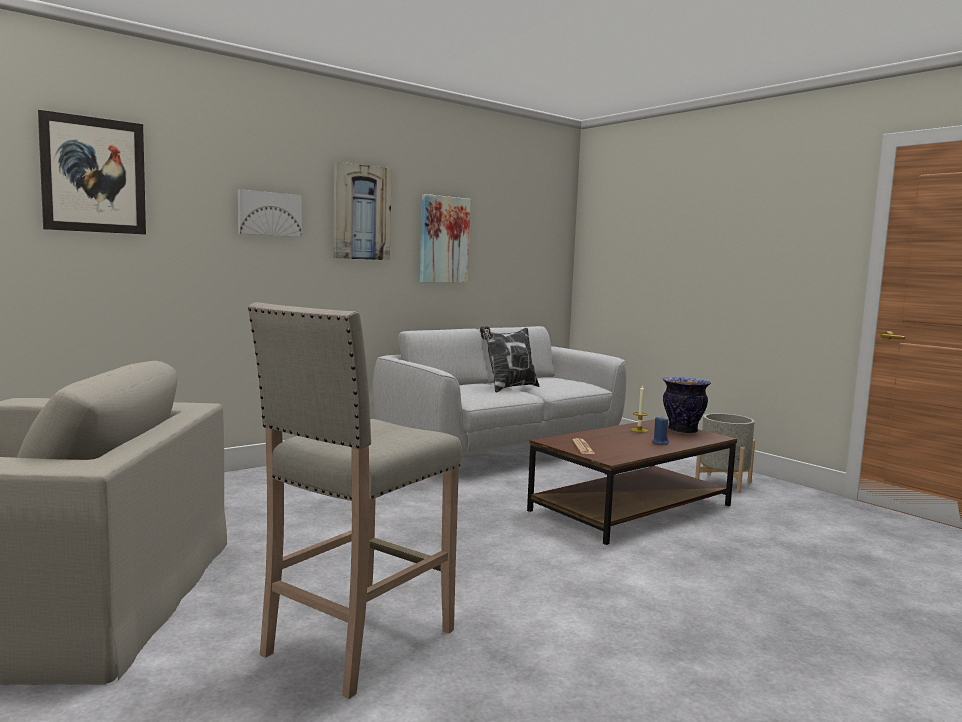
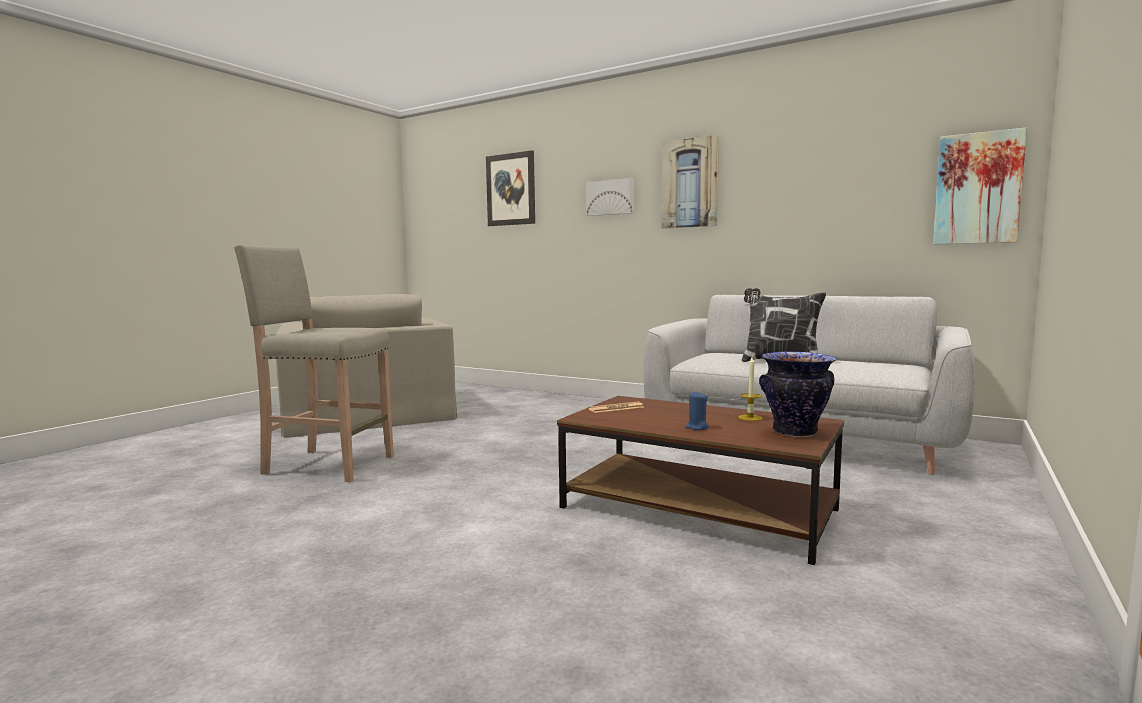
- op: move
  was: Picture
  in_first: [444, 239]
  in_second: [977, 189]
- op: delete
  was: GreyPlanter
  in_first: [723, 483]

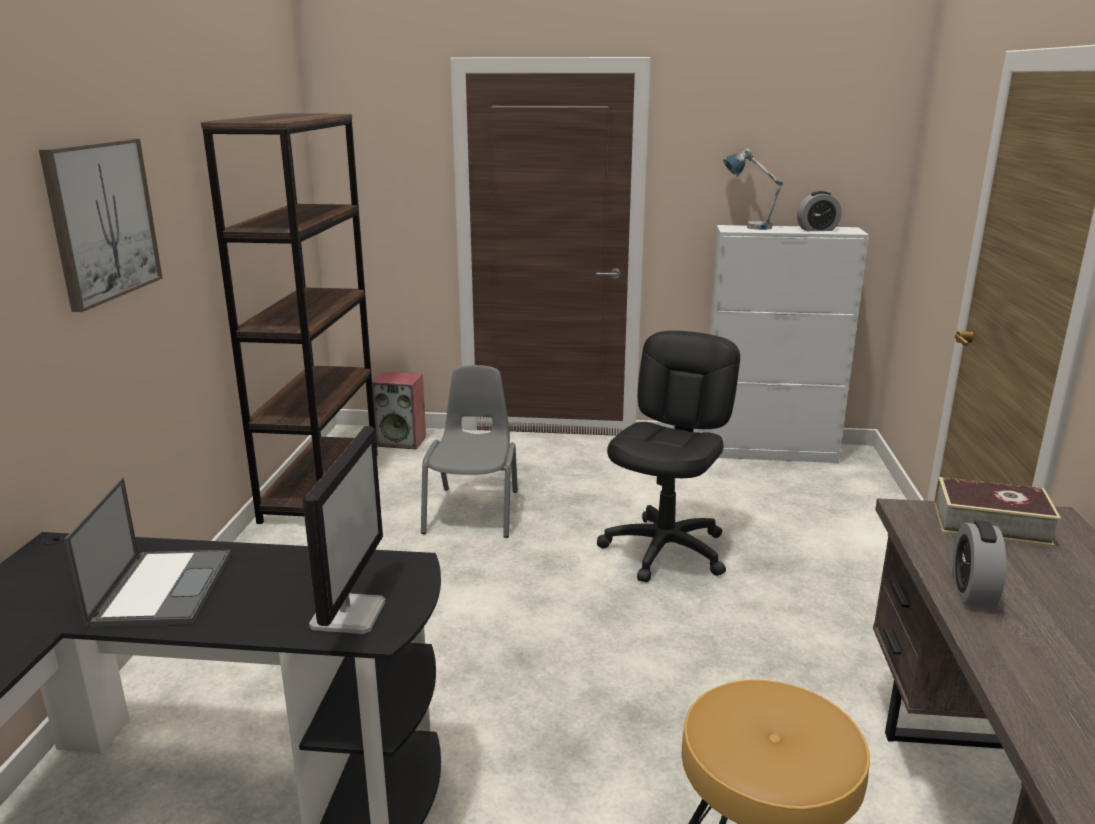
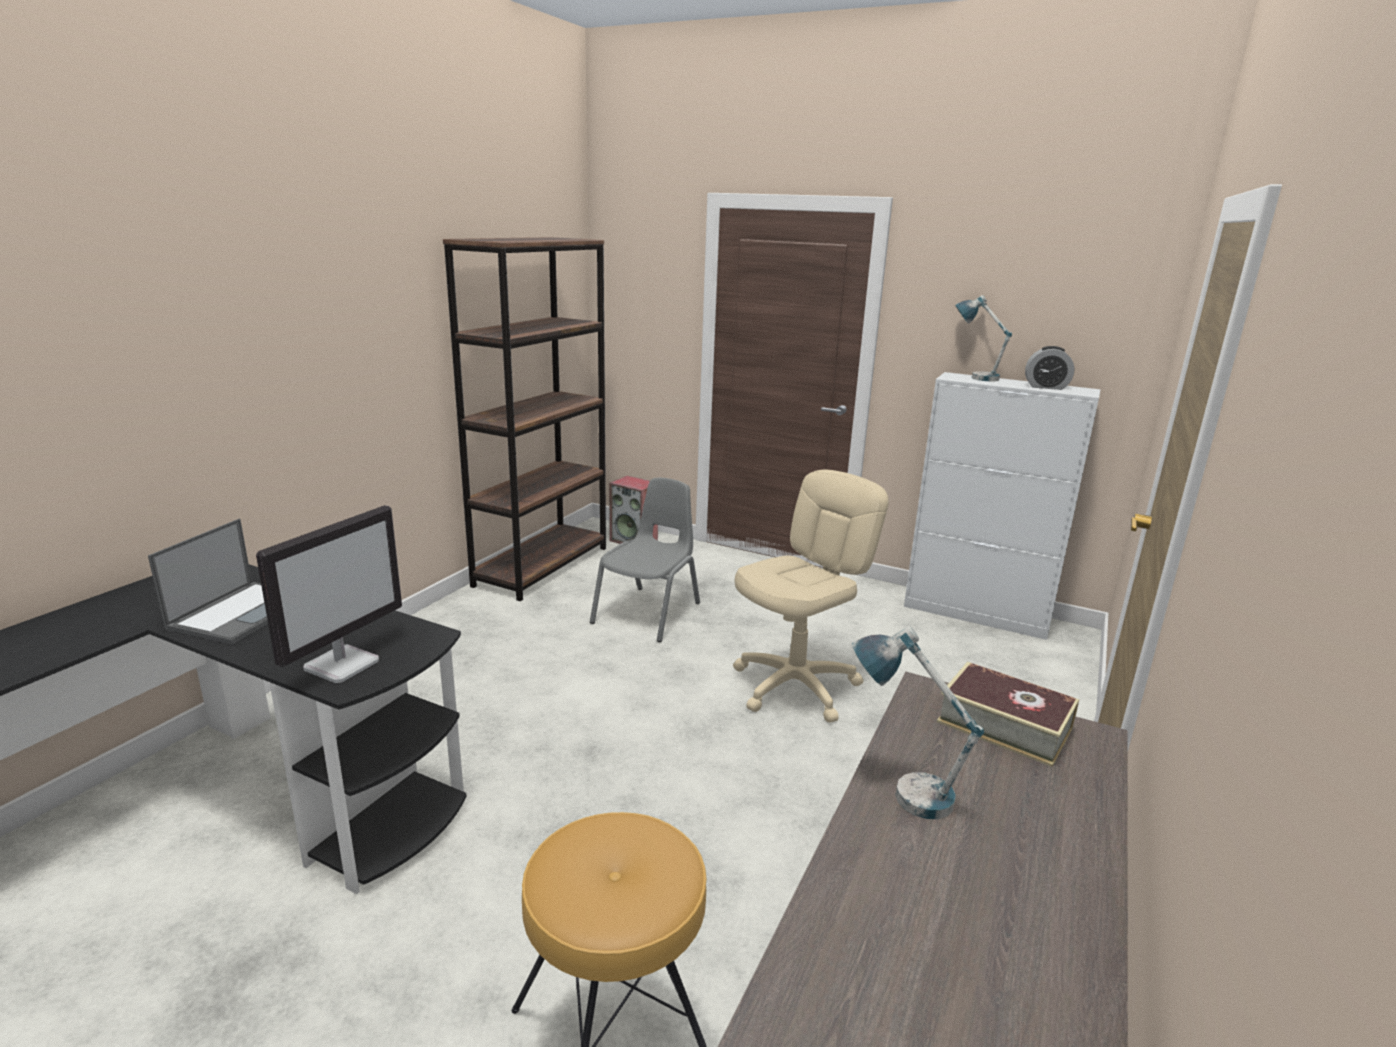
- op: recolor
  was: BlackOfficeChair
  now: BeigeOfficeChair
  in_first: [665, 550]
  in_second: [796, 686]
- op: replace
  was: AlarmClock
  now: TableLamp
  in_first: [972, 592]
  in_second: [900, 788]
- op: delete
  was: Picture
  in_first: [102, 221]

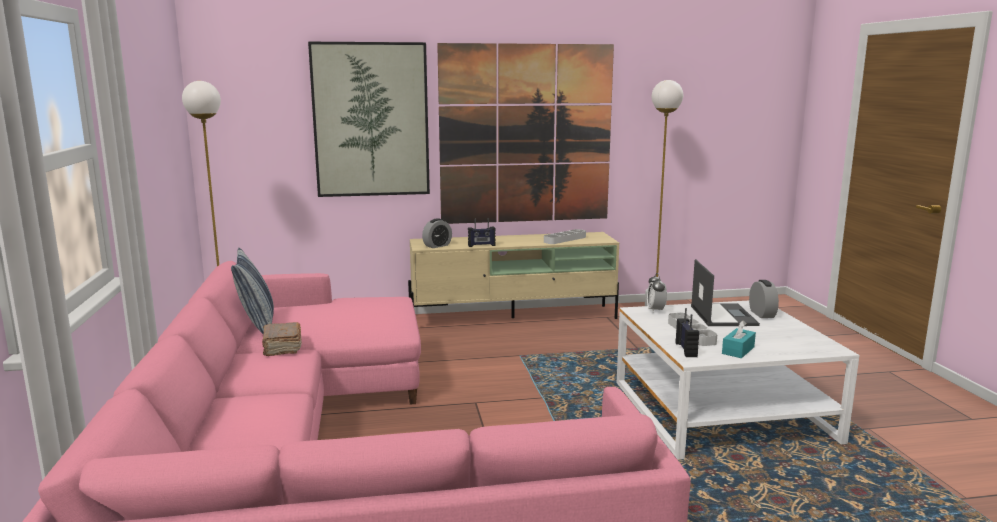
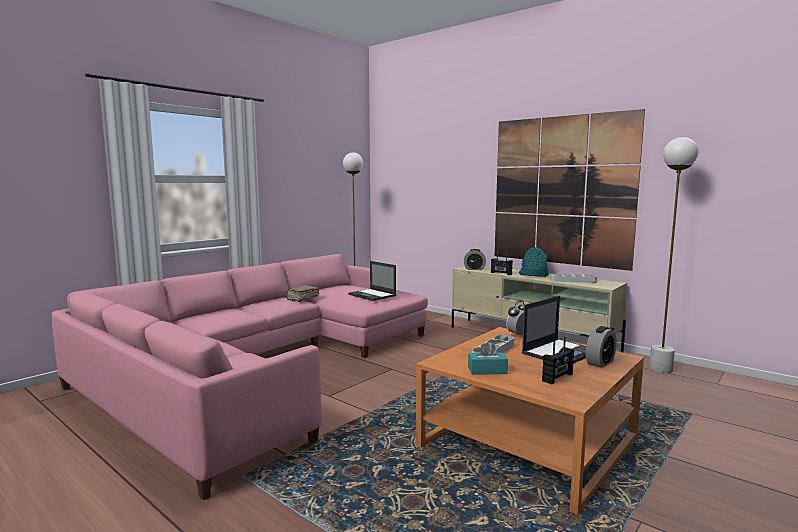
- op: insert
  now: Laptop
  in_second: [372, 295]
- op: recolor
  was: WhiteCoffeeTable
  now: OrangeCoffeeTable
  in_first: [721, 411]
  in_second: [528, 441]
- op: insert
  now: TurquoiseHat
  in_second: [533, 275]
- op: move
  was: Radio
  in_first: [686, 350]
  in_second: [558, 378]
- op: delete
  was: Pillow
  in_first: [257, 325]
- op: delete
  was: Picture
  in_first: [371, 120]

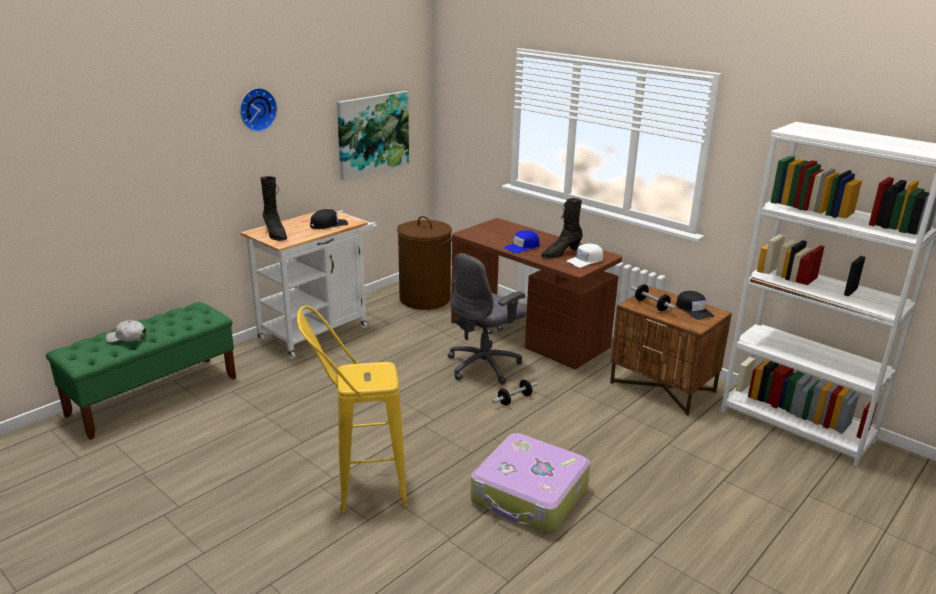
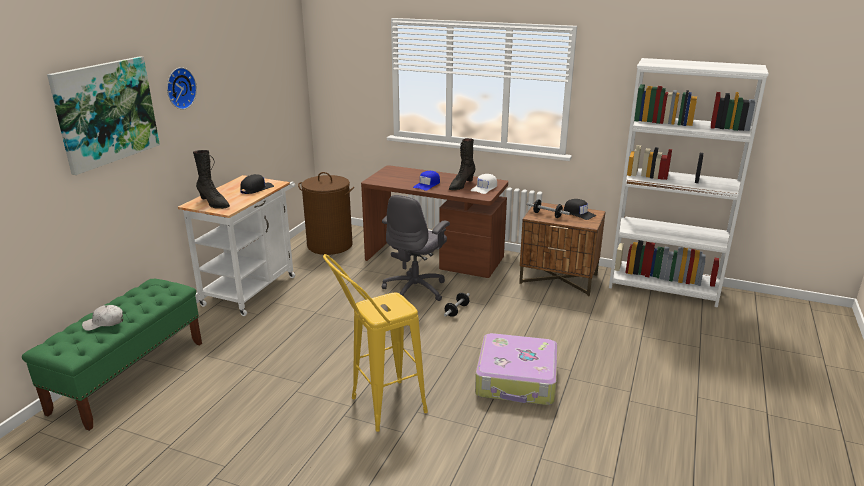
- op: move
  was: Picture
  in_first: [373, 134]
  in_second: [106, 113]

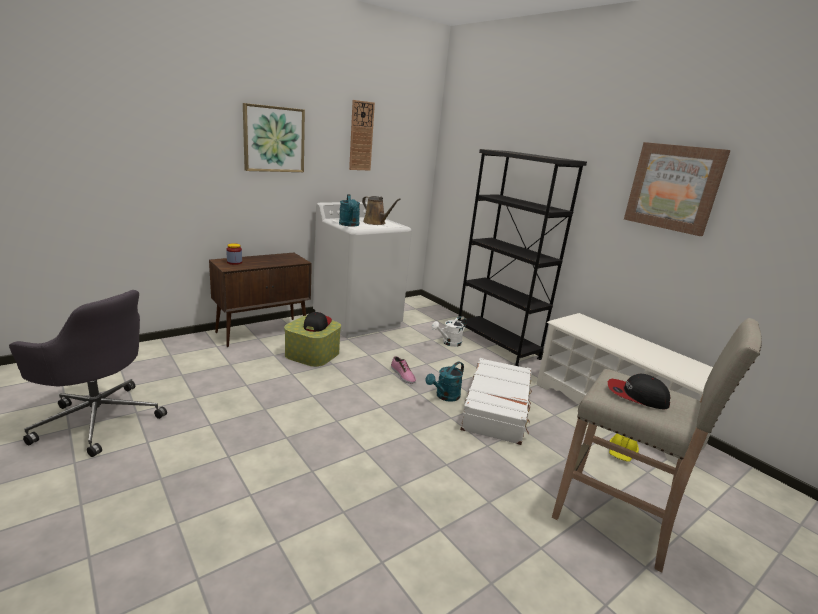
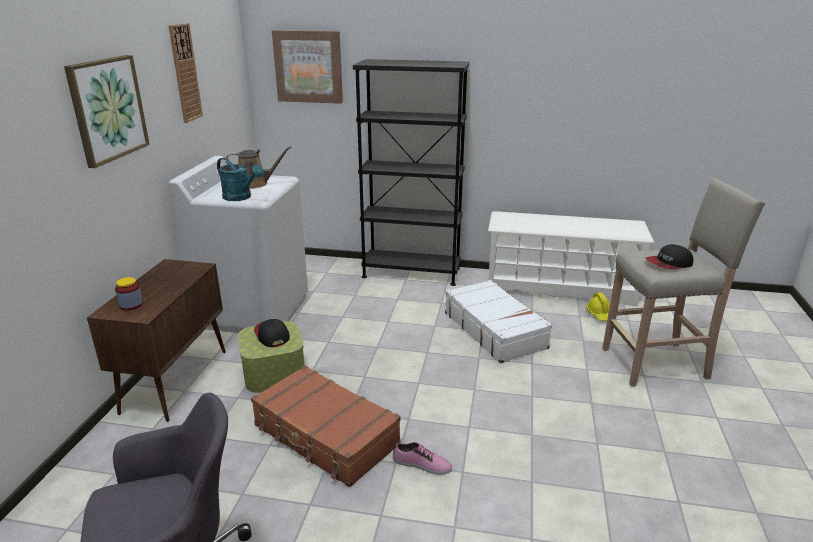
- op: insert
  now: BrownSuitcase
  in_second: [325, 436]
- op: move
  was: Picture
  in_first: [673, 187]
  in_second: [308, 67]
- op: move
  was: Shoe
  in_first: [402, 375]
  in_second: [421, 465]
- op: delete
  was: TurquoiseWateringCan
  in_first: [445, 396]
- op: delete
  was: WhiteWateringCan
  in_first: [449, 343]

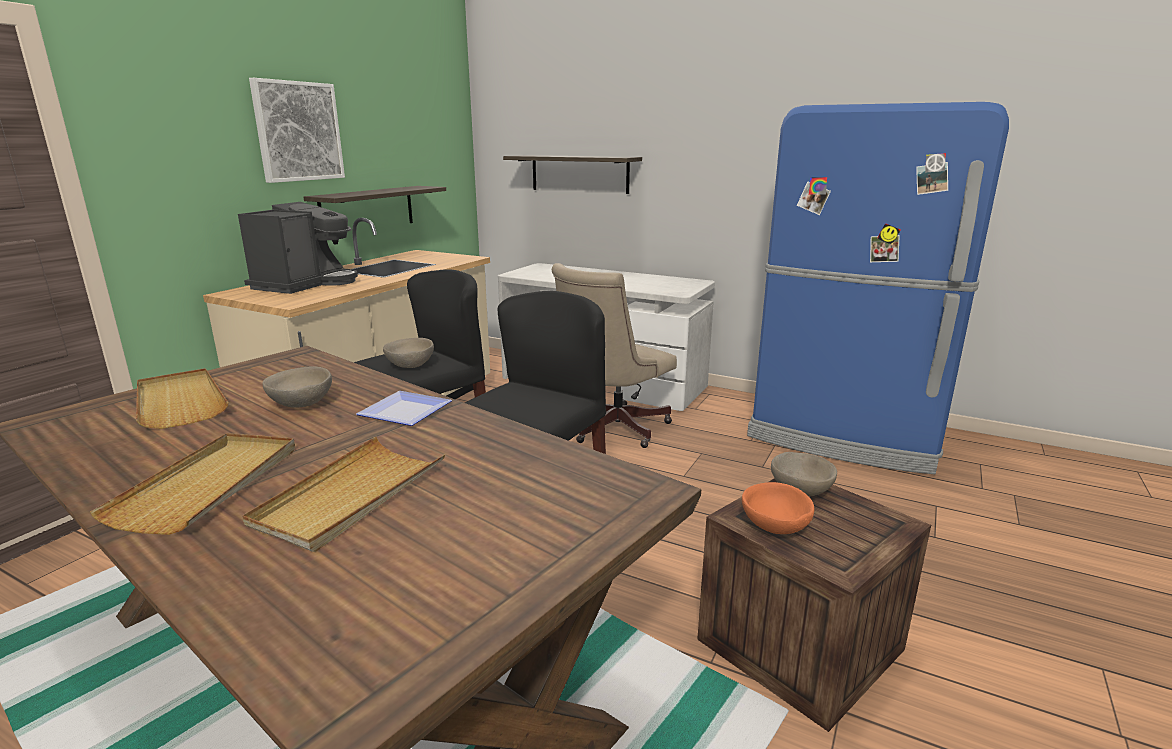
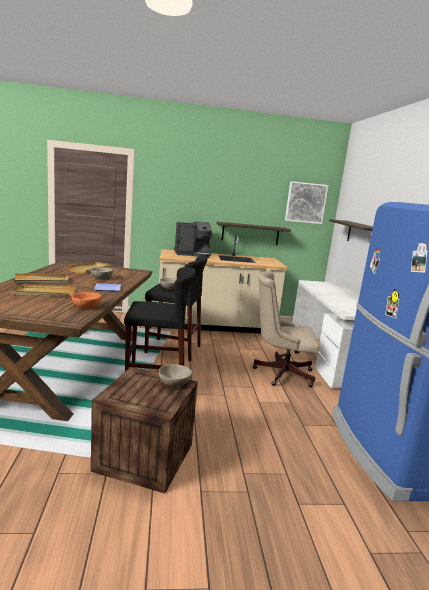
- op: move
  was: OrangeBowl
  in_first: [774, 526]
  in_second: [86, 307]
- op: move
  was: Picture
  in_first: [298, 131]
  in_second: [306, 202]

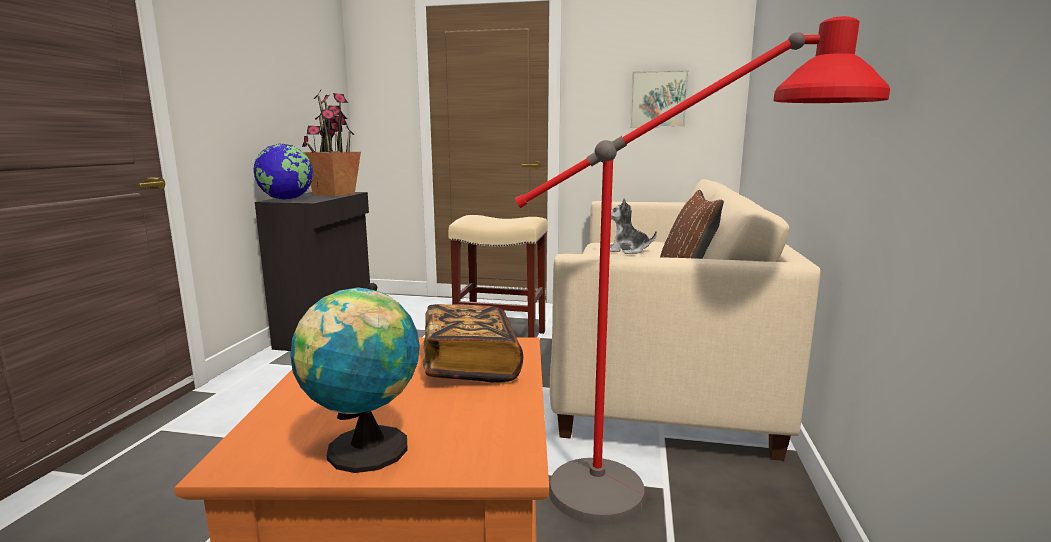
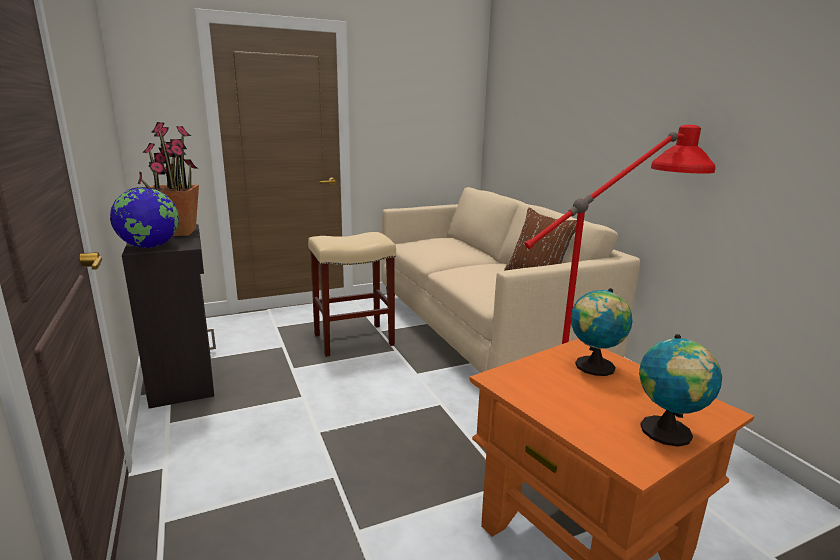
- op: replace
  was: Book
  now: Globe
  in_first: [470, 366]
  in_second: [593, 367]
- op: delete
  was: PlushToy
  in_first: [627, 251]
- op: delete
  was: Picture
  in_first: [658, 99]

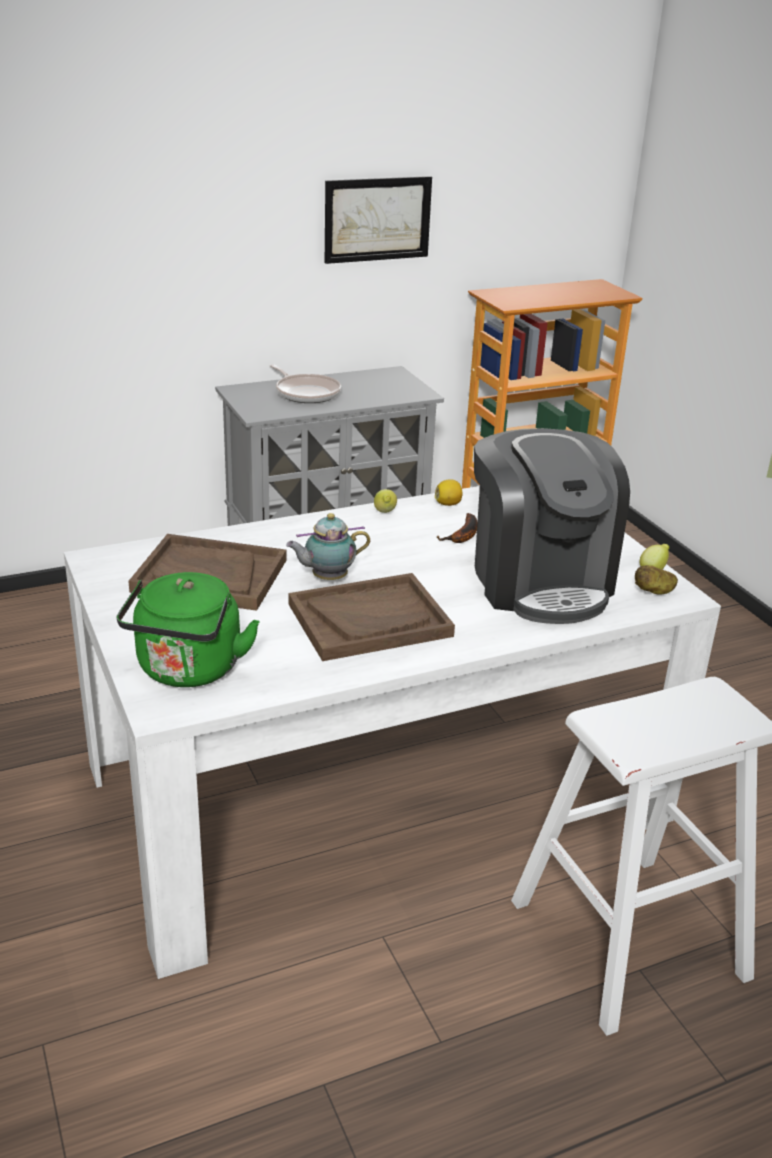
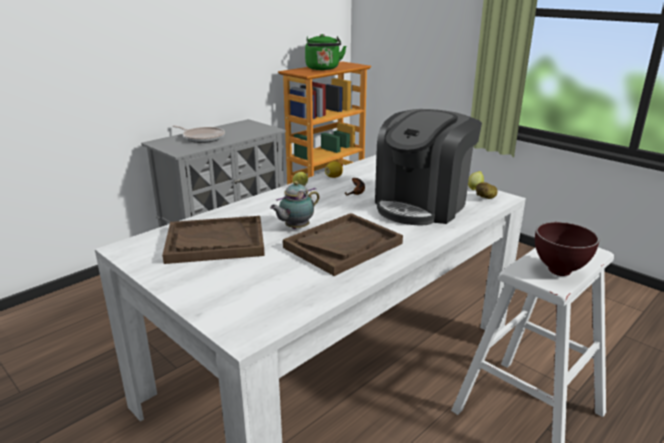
- op: move
  was: GreenKettle
  in_first: [188, 671]
  in_second: [323, 69]
- op: rotate
  was: CoffeeMachine
  in_first: [539, 581]
  in_second: [422, 205]
  clockwise: 75
- op: insert
  now: BrownBowl
  in_second: [561, 272]
- op: delete
  was: Picture
  in_first: [377, 219]

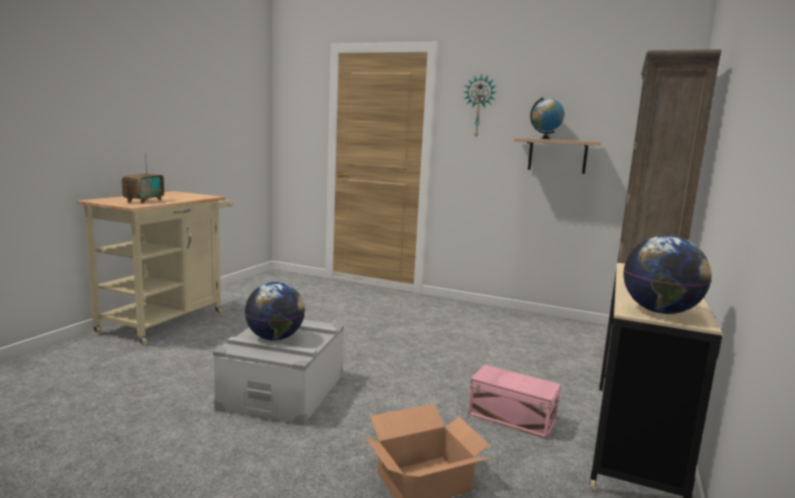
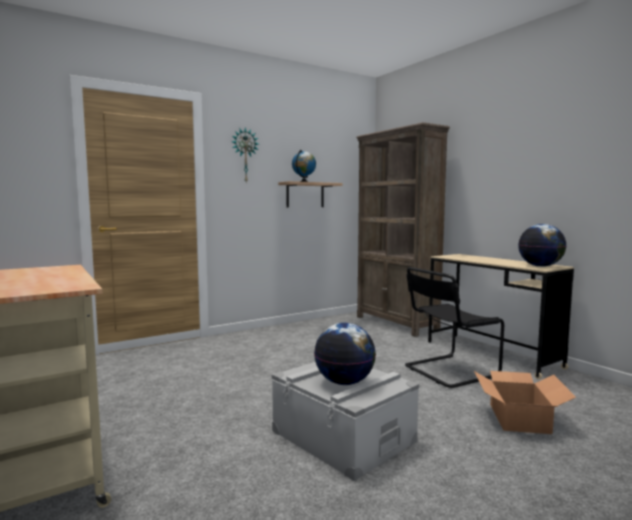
- op: replace
  was: PinkStorageBox
  now: BlackChair
  in_first: [511, 416]
  in_second: [448, 371]
- op: delete
  was: Radio
  in_first: [144, 201]

